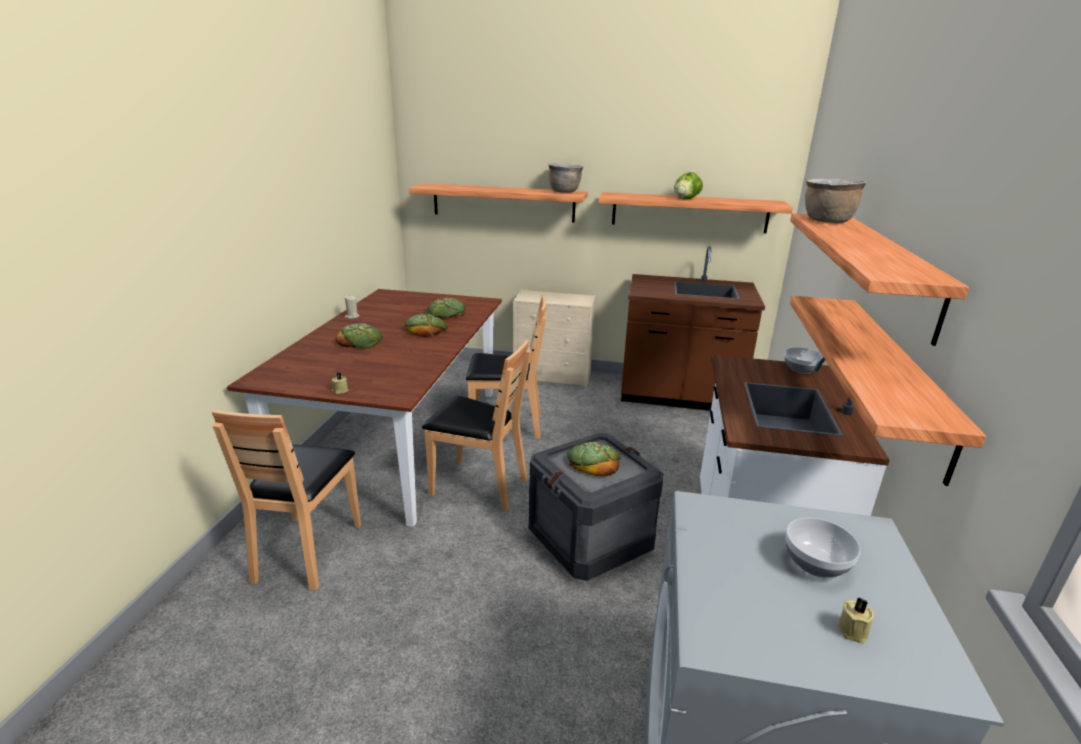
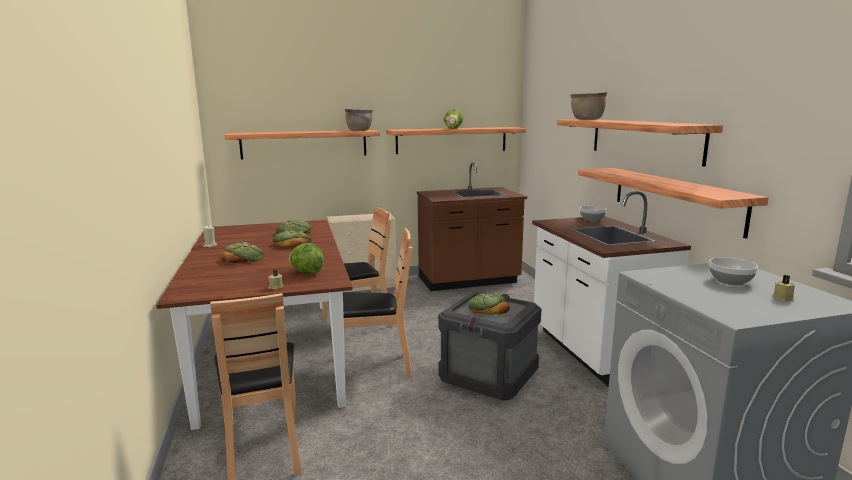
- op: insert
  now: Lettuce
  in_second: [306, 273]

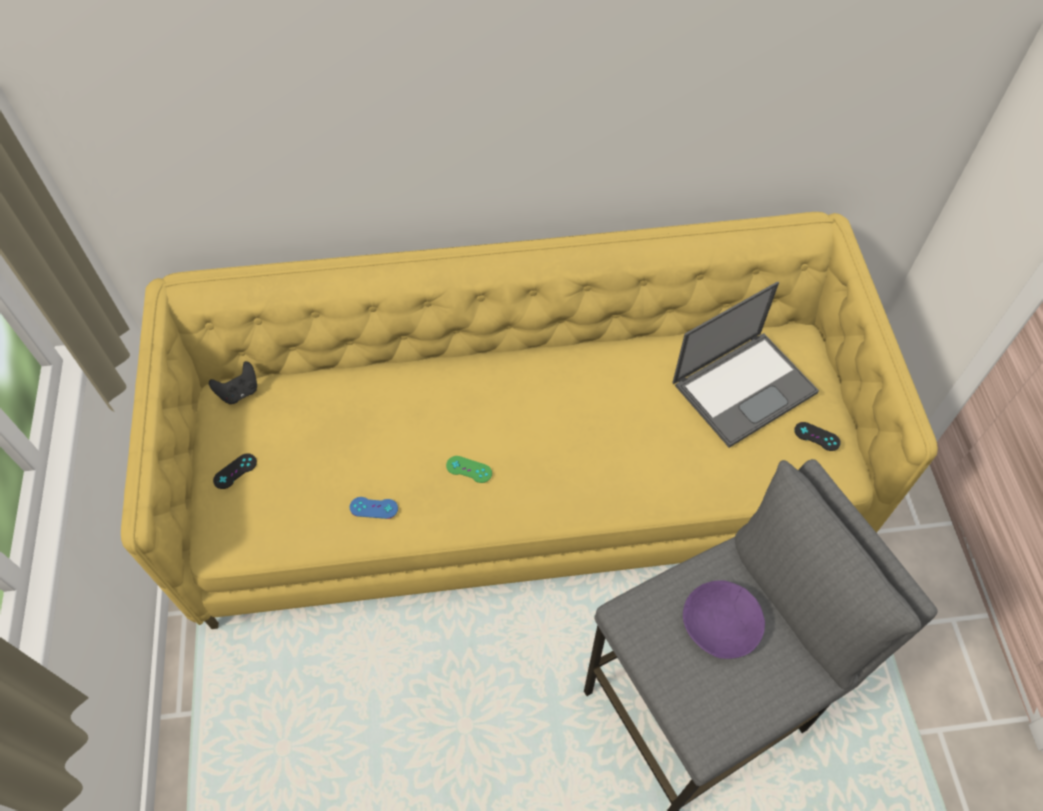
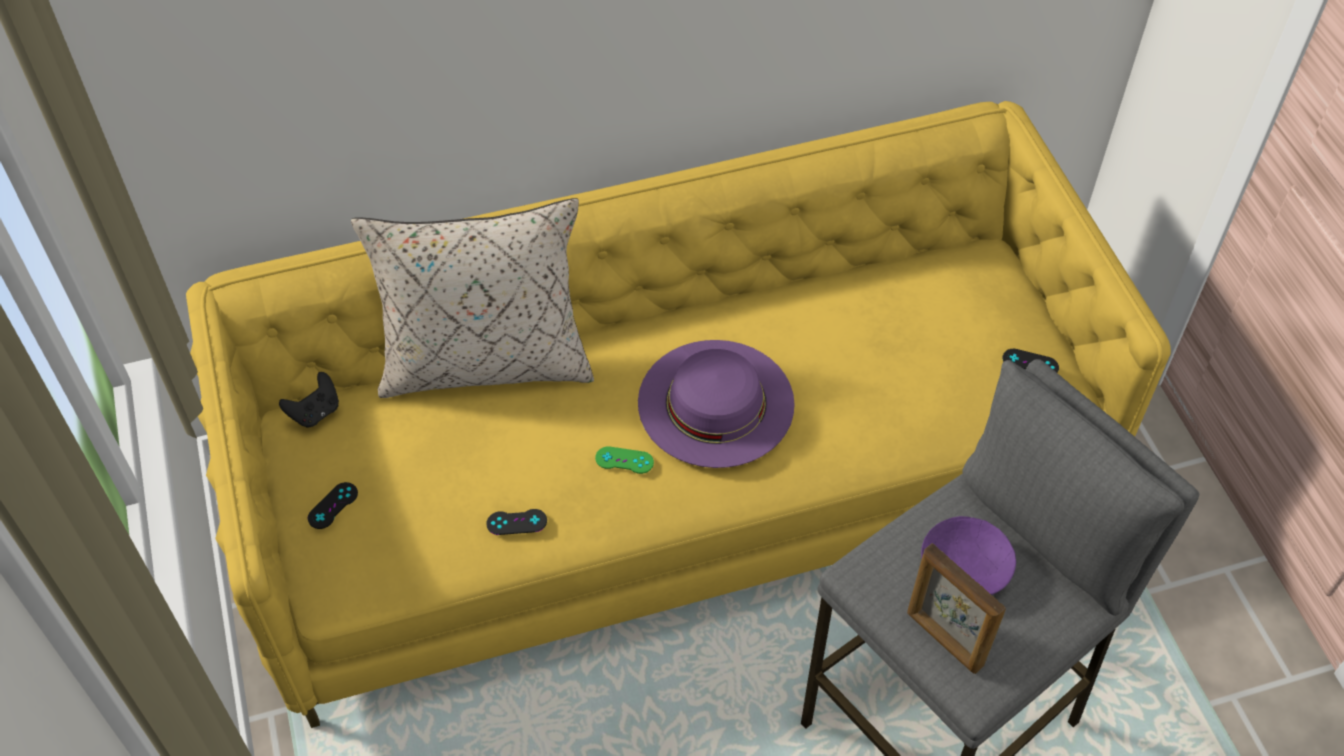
- op: insert
  now: BeigePillow
  in_second: [486, 362]
- op: recolor
  was: BlueGameController
  now: BlackGameController
  in_first: [373, 508]
  in_second: [516, 522]
- op: insert
  now: PurpleHat
  in_second: [715, 402]
- op: insert
  now: PictureFrame
  in_second: [944, 640]
- op: delete
  was: Laptop
  in_first: [745, 386]

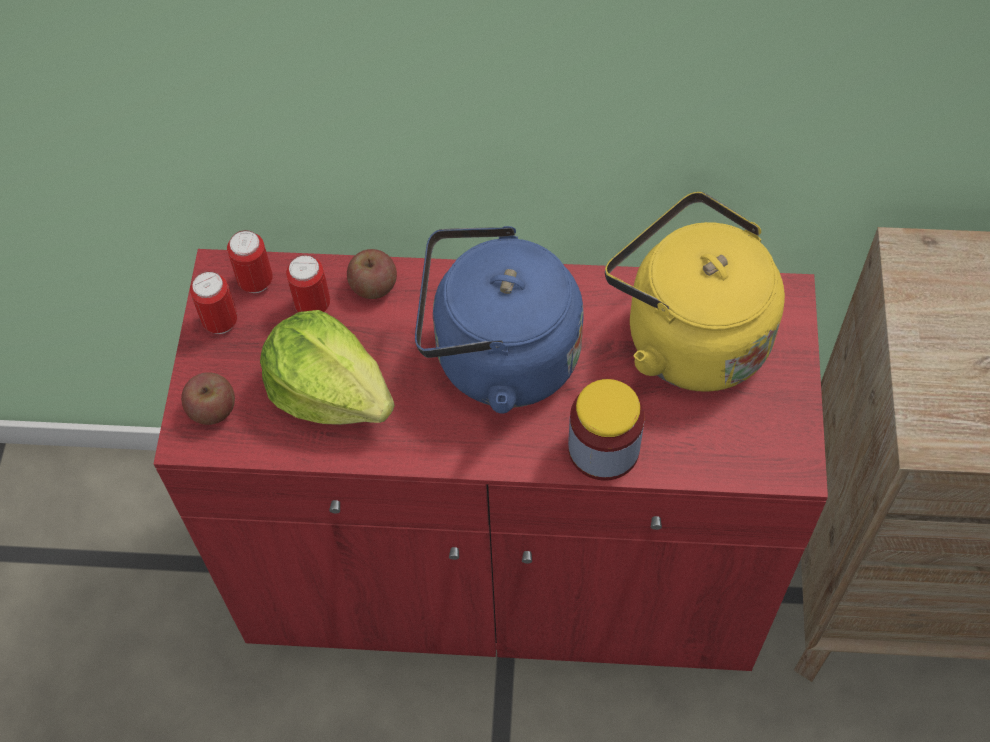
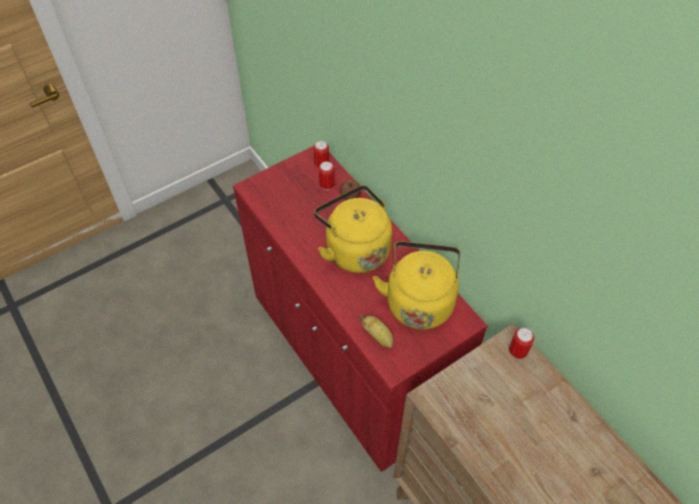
- op: recolor
  was: BlueKettle
  now: YellowKettle
  in_first: [497, 358]
  in_second: [354, 249]
- op: insert
  now: Banana
  in_second: [378, 336]
- op: move
  was: Can
  in_first: [220, 322]
  in_second: [517, 351]
- op: delete
  was: Apple
  in_first: [212, 409]
- op: delete
  was: Lettuce
  in_first: [329, 391]
- op: delete
  was: Jar
  in_first: [603, 449]

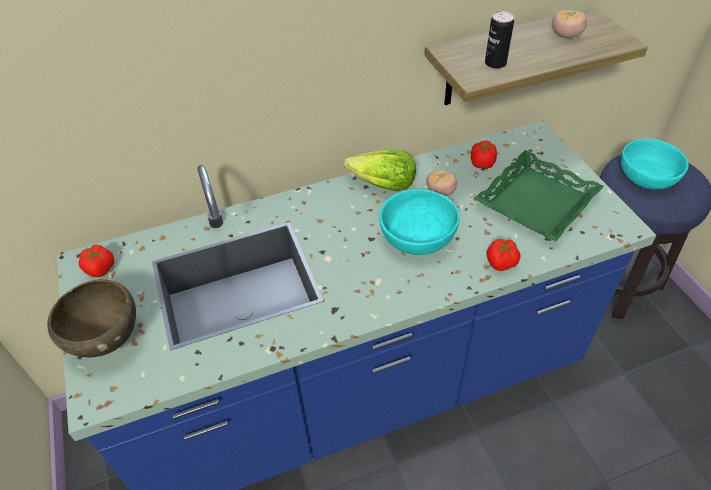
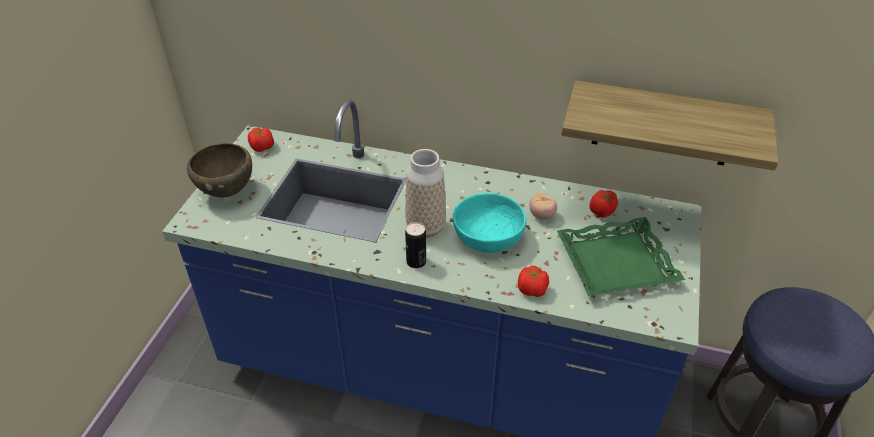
- op: insert
  now: Vase
  in_second: [425, 227]
- op: move
  was: Can
  in_first: [495, 63]
  in_second: [416, 261]
- op: delete
  was: Lettuce
  in_first: [382, 184]
- op: delete
  was: Tomato
  in_first: [565, 36]
- op: delete
  was: TurquoiseBowl
  in_first: [647, 176]

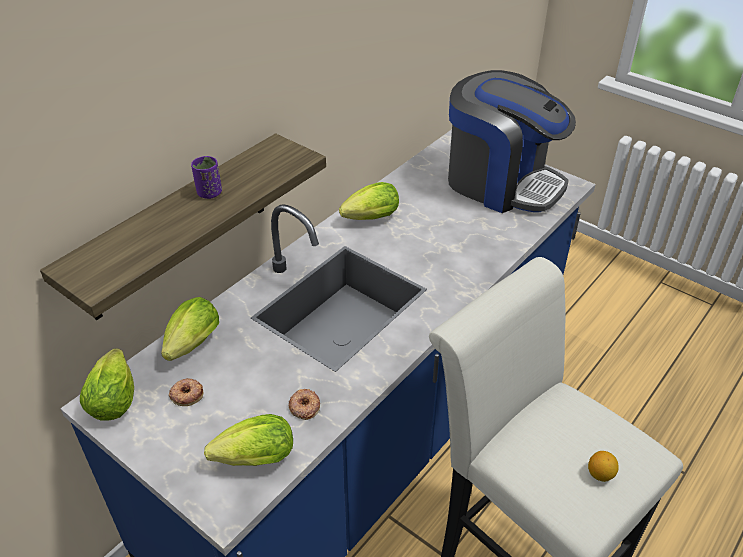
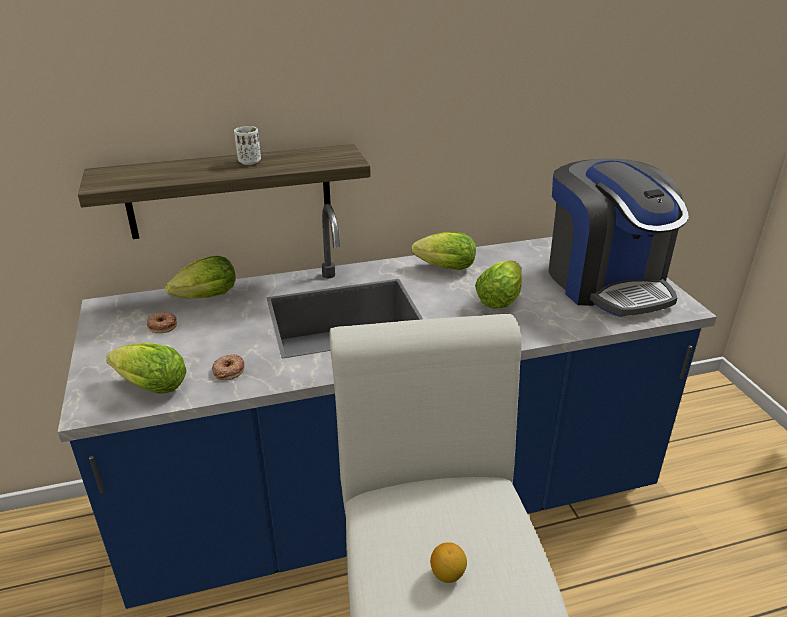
- op: recolor
  was: PurpleCup
  now: WhiteCup
  in_first: [209, 193]
  in_second: [249, 162]
- op: move
  was: Lettuce
  in_first: [115, 397]
  in_second: [501, 298]

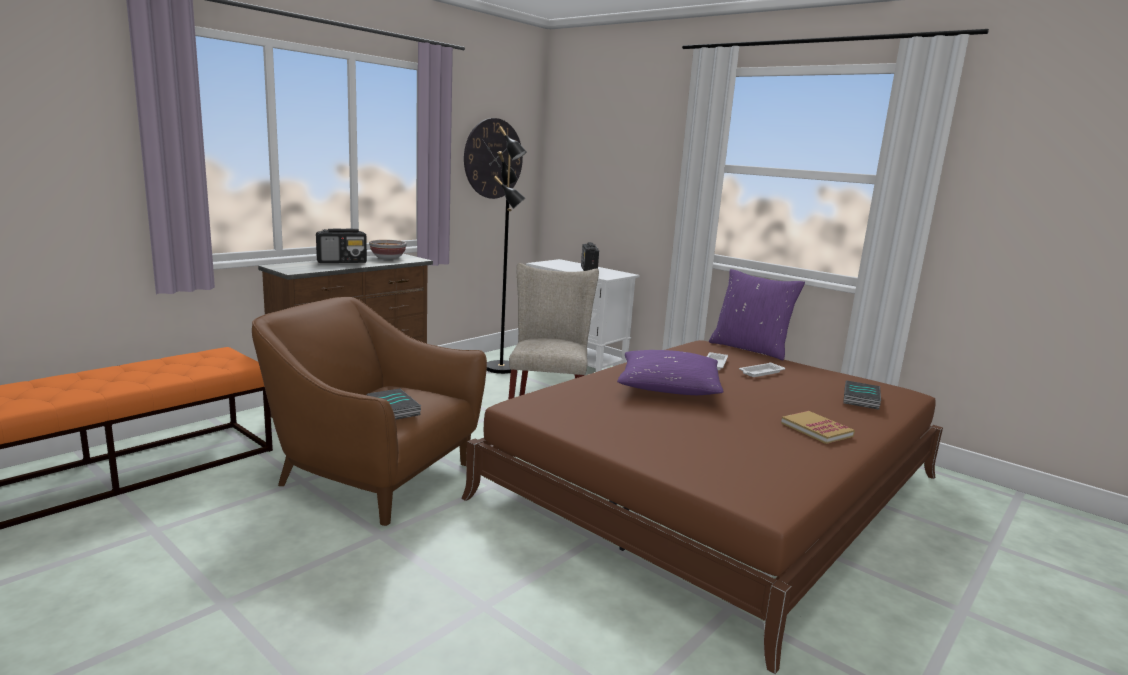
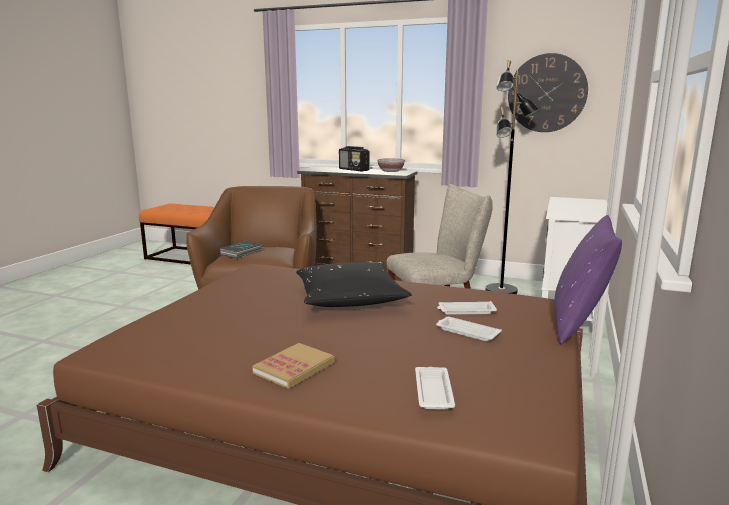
- op: recolor
  was: PurplePillow
  now: BlackPillow
  in_first: [668, 387]
  in_second: [349, 299]
- op: replace
  was: Book
  now: WhiteTray
  in_first: [862, 399]
  in_second: [433, 391]
- op: delete
  was: Radio
  in_first: [588, 269]

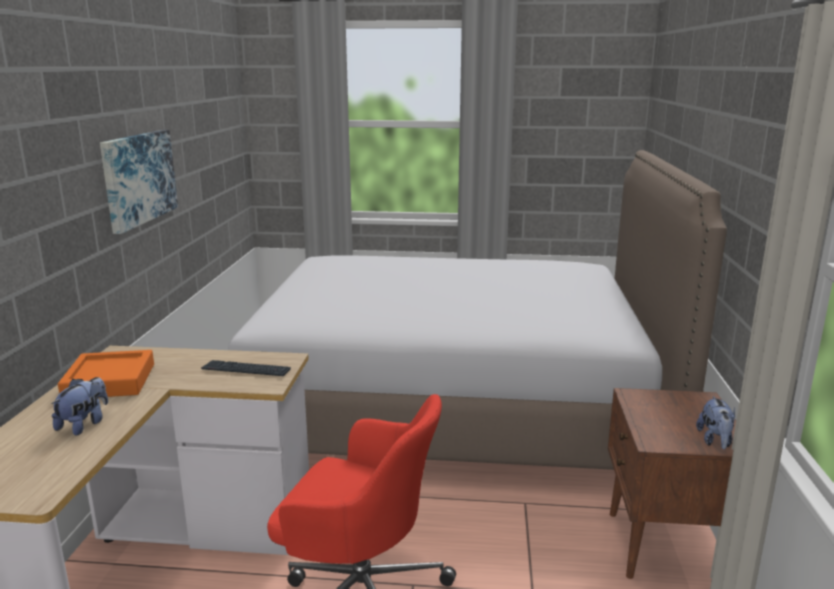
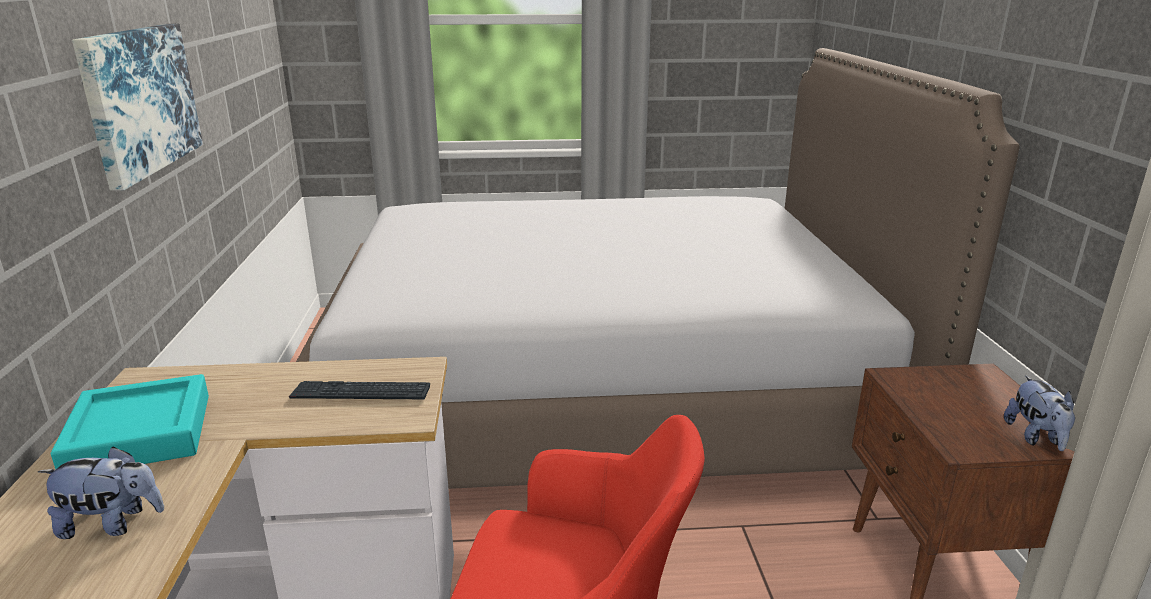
- op: rotate
  was: PlushToy
  in_first: [84, 424]
  in_second: [112, 524]
  clockwise: 75
- op: recolor
  was: OrangeTray
  now: TurquoiseTray
  in_first: [110, 381]
  in_second: [140, 434]

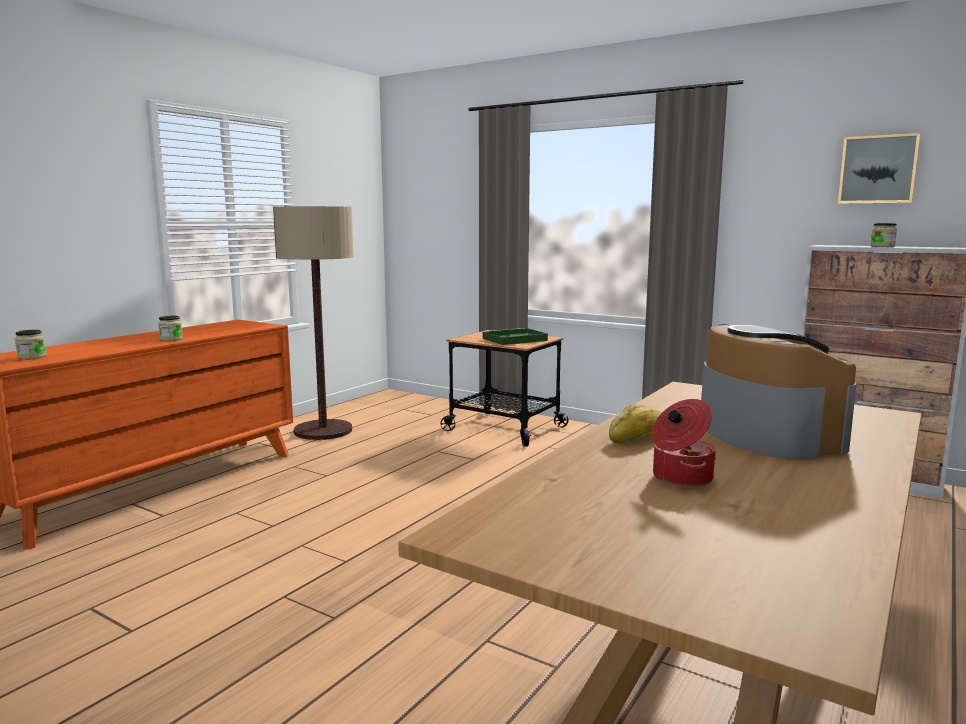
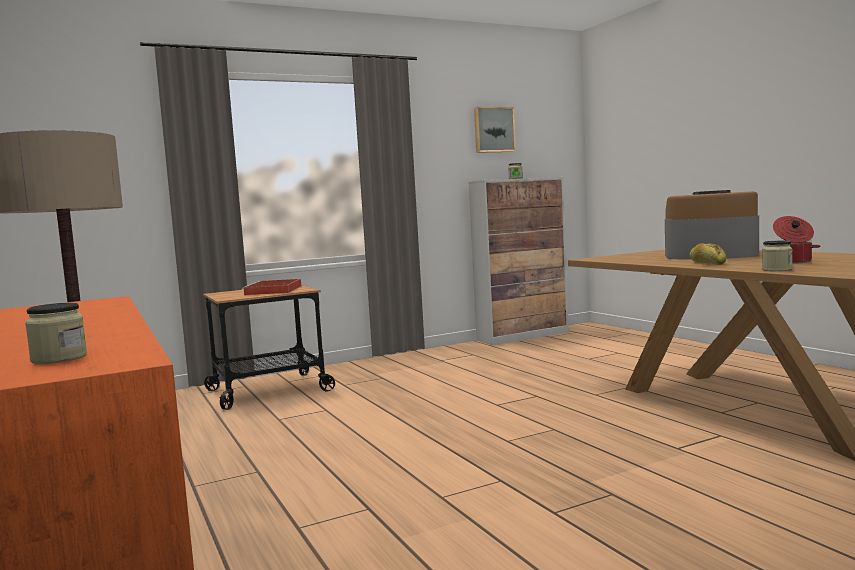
- op: recolor
  was: GreenTray
  now: RedTray
  in_first: [513, 339]
  in_second: [273, 290]
- op: move
  was: Jar
  in_first: [171, 339]
  in_second: [777, 270]

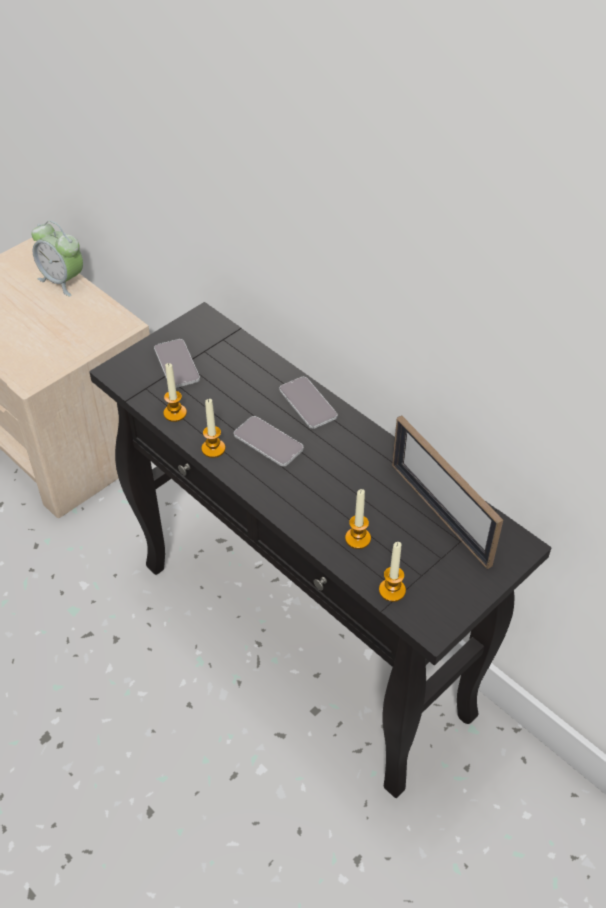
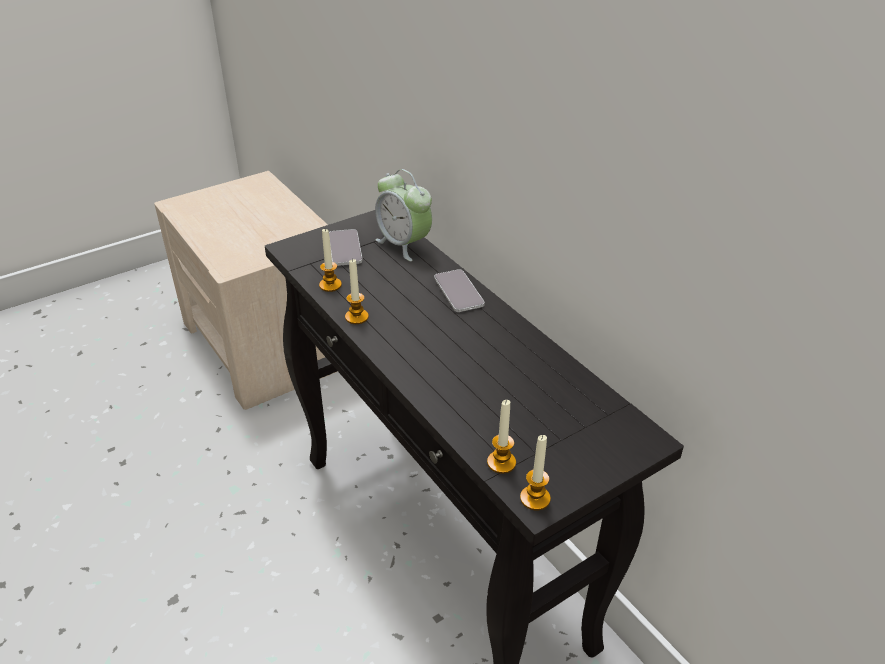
- op: move
  was: AlarmClock
  in_first: [63, 281]
  in_second: [404, 244]
- op: move
  was: Candle
  in_first: [358, 538]
  in_second: [535, 498]
- op: delete
  was: Phone
  in_first: [268, 442]
- op: delete
  was: PictureFrame
  in_first: [440, 513]

